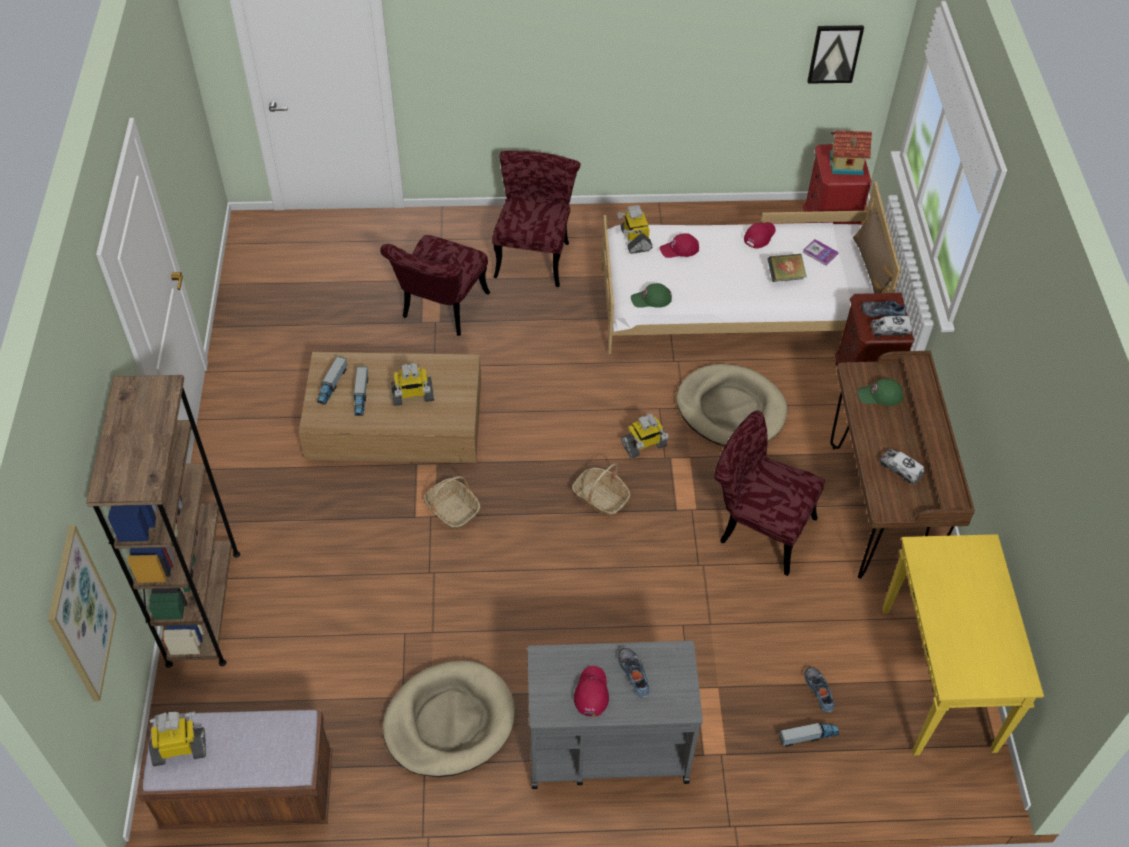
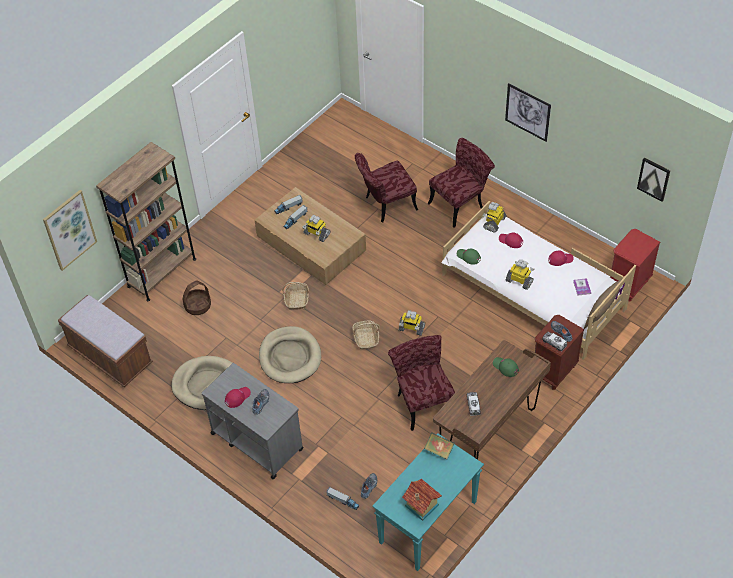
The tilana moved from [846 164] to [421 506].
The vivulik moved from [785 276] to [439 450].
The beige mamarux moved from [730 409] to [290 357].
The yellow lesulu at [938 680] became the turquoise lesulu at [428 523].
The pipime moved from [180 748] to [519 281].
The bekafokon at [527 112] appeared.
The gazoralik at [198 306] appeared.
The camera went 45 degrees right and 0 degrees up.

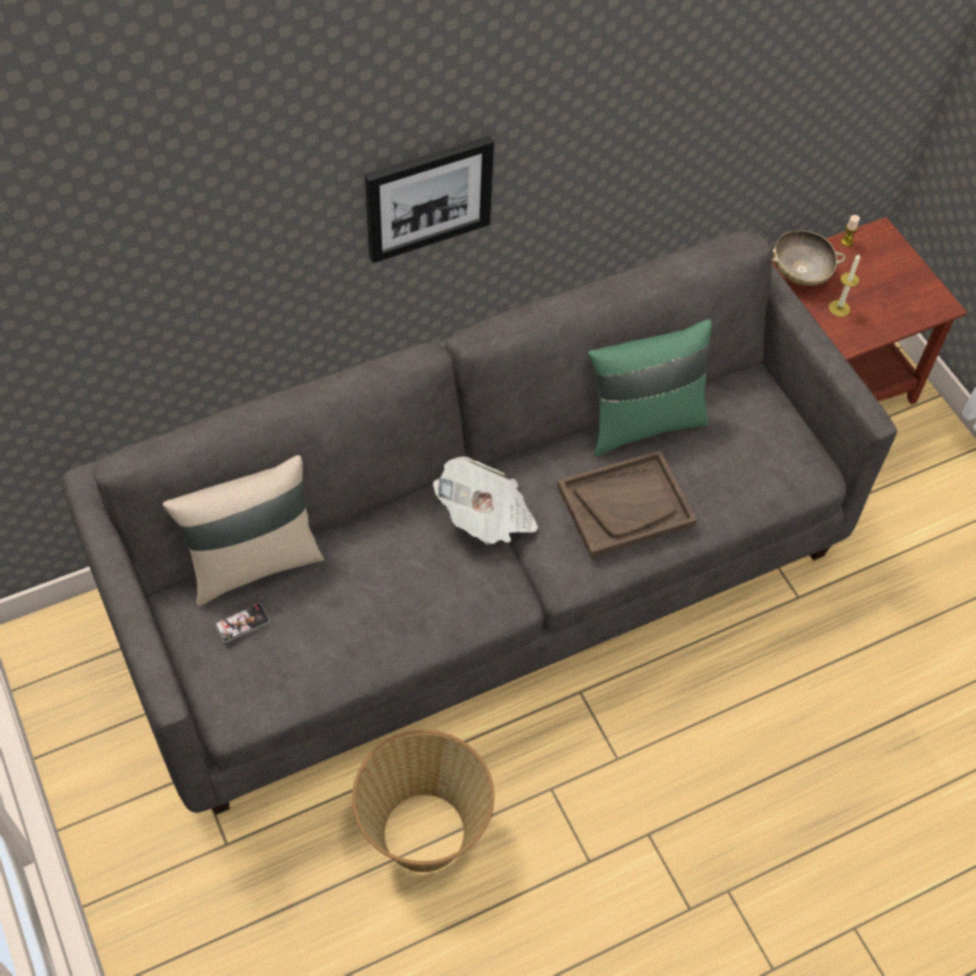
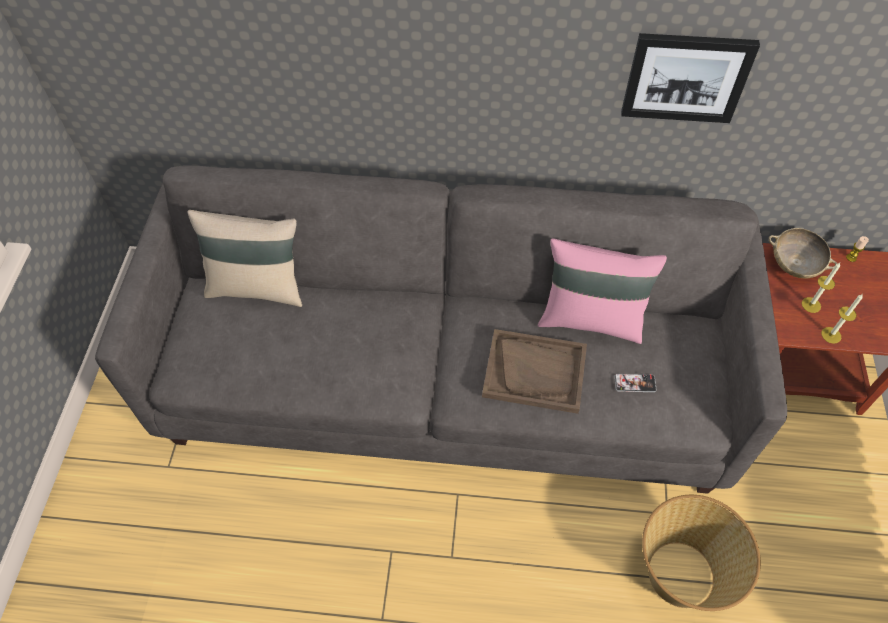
The bekafokon moved from [428 197] to [686 77].
The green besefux at [643 423] became the pink besefux at [591 319].
The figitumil at [486 517] disappeared.
The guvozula moved from [242 623] to [635 383].
The gazoralik moved from [423 830] to [681 573].
The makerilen at [831 335] appeared.
The camera went 35 degrees right and 0 degrees up.

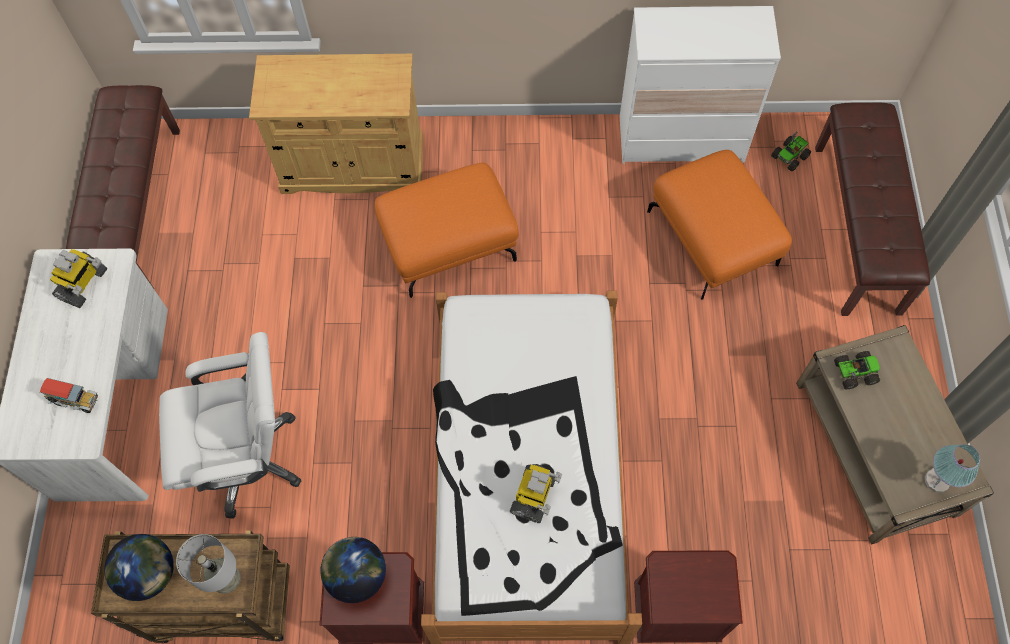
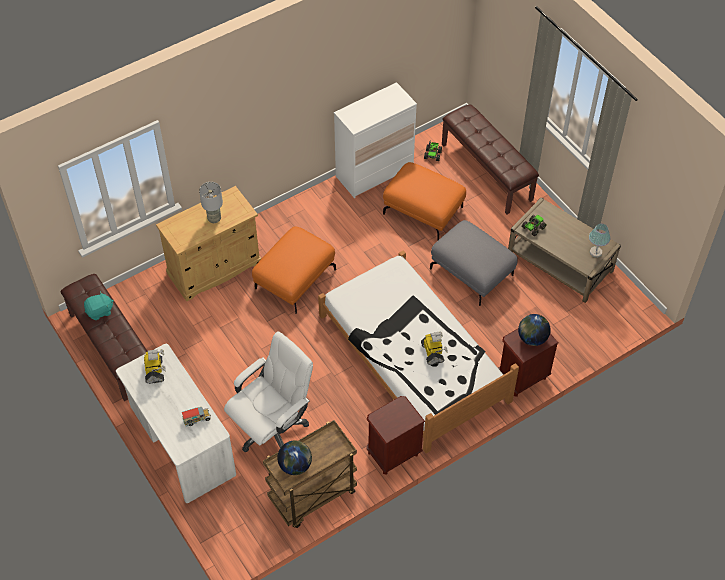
The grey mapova moved from [227 580] to [214 219].
The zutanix moved from [357 576] to [532 338].
The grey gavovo at [472 271] appeared.
The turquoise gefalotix at [100 311] appeared.
The camera went 35 degrees left and 10 degrees down.

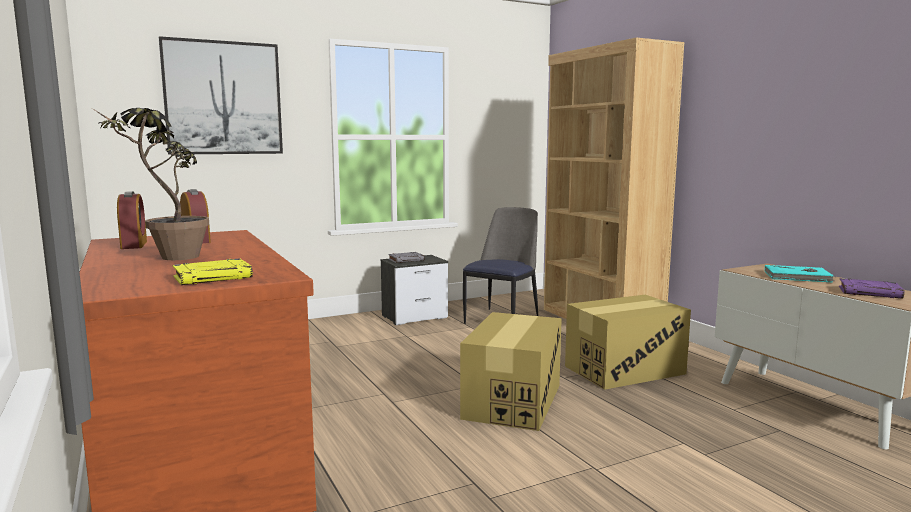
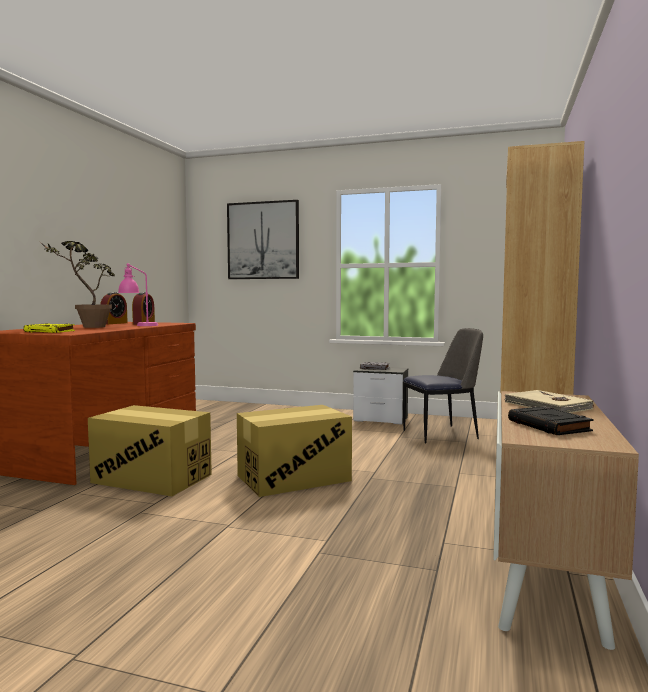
The turquoise vivulik at [798 277] became the beige vivulik at [547 406].
The purple vivulik at [870 292] became the black vivulik at [550 426].
The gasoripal moved from [624 370] to [151 478].
The pink mapova at [138 326] appeared.
The camera went 45 degrees right and 5 degrees down.

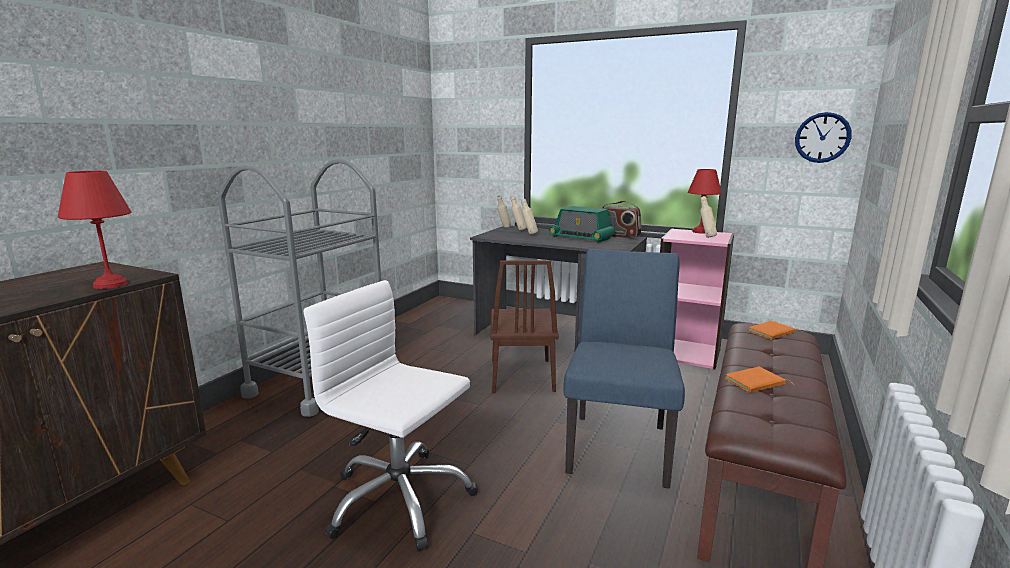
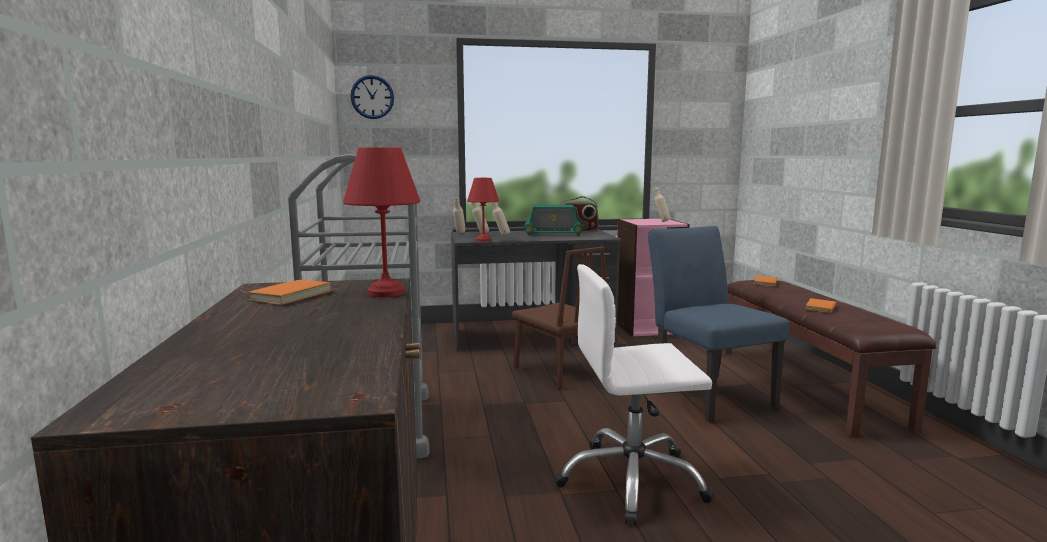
The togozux moved from [822 137] to [372 97].
The red mapova moved from [700 231] to [483 240].
The orange vivulik at [289 296] appeared.
The camera went 35 degrees left and 5 degrees down.

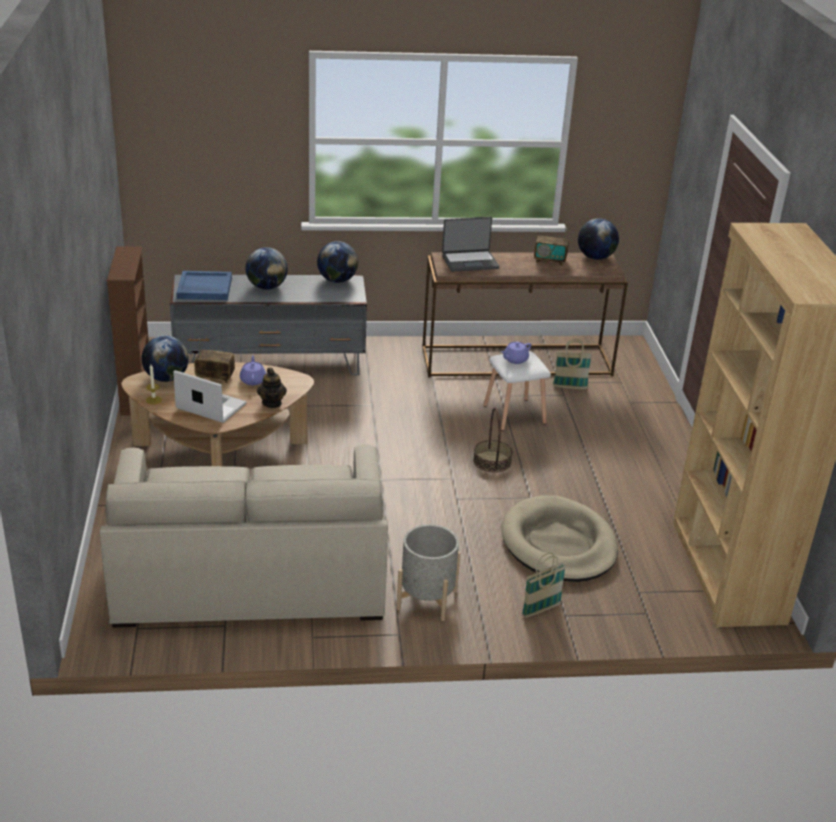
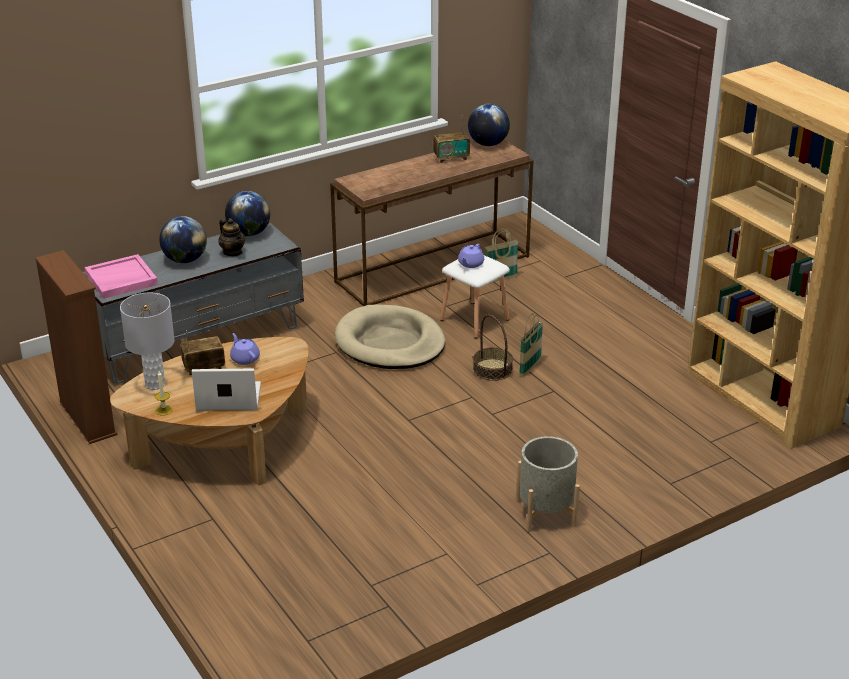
The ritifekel at [470 261] disappeared.
The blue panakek at [204 288] became the pink panakek at [121 279].
The zutanix at [166 378] was replaced by the grey mapova at [154 384].
The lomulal moved from [272 403] to [233 252].
The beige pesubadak at [249 572] disappeared.
The beige mamarux moved from [558 544] to [390 343].
The gazoralik moved from [541 610] to [530 367].
The camera went 25 degrees left and 0 degrees up.

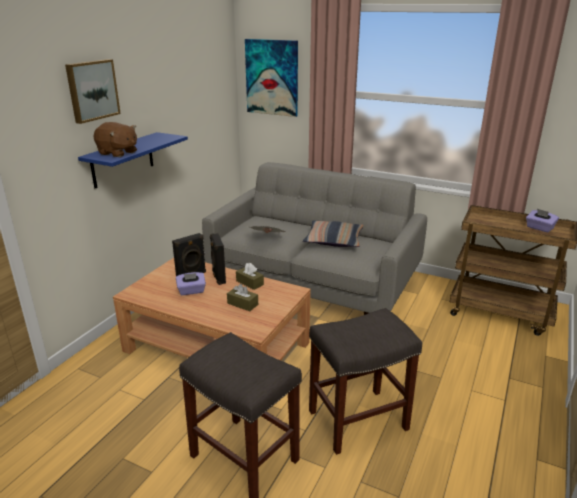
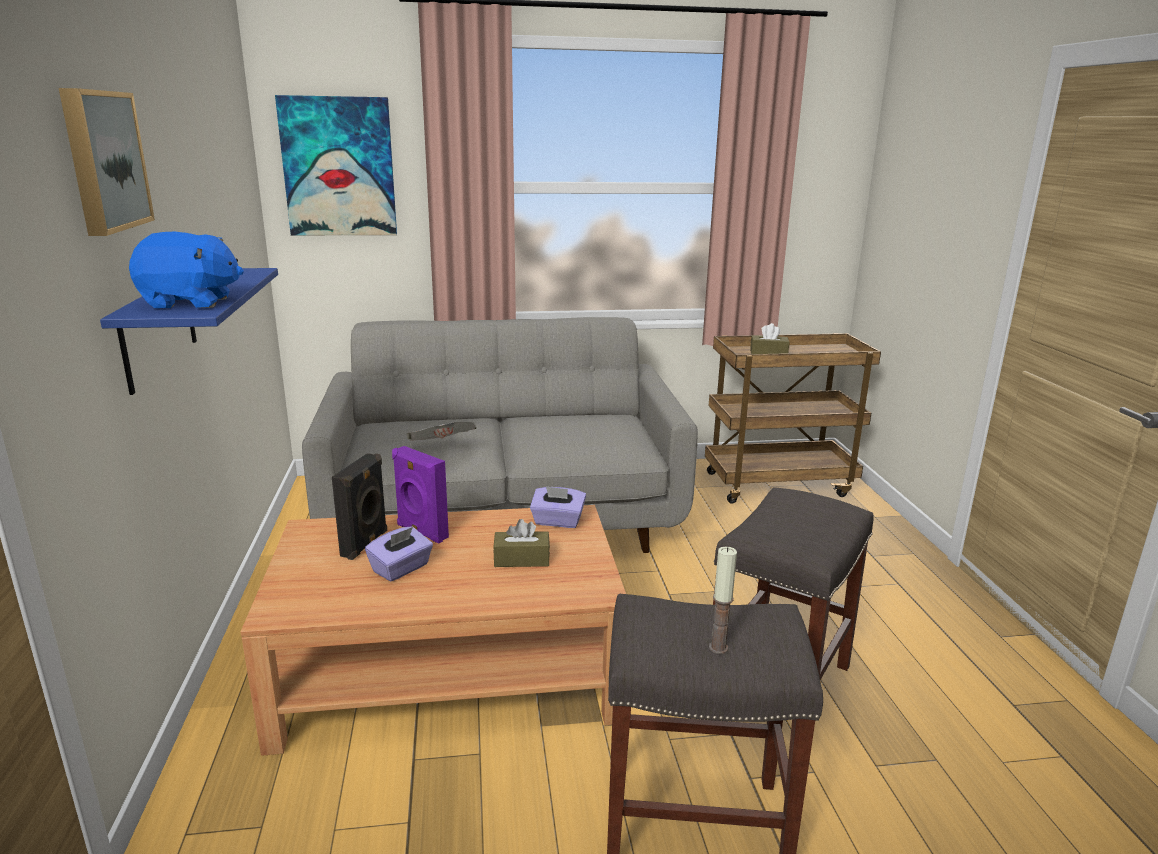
The brown gefalotix at [118 153] became the blue gefalotix at [190 303].
The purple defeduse moved from [539 228] to [557 521].
The besefux at [334 240] disappeared.
The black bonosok at [218 277] became the purple bonosok at [421 532].
The brown defeduse moved from [249 283] to [768 353].
The makerilen at [718 648] appeared.
The camera went 35 degrees left and 5 degrees down.

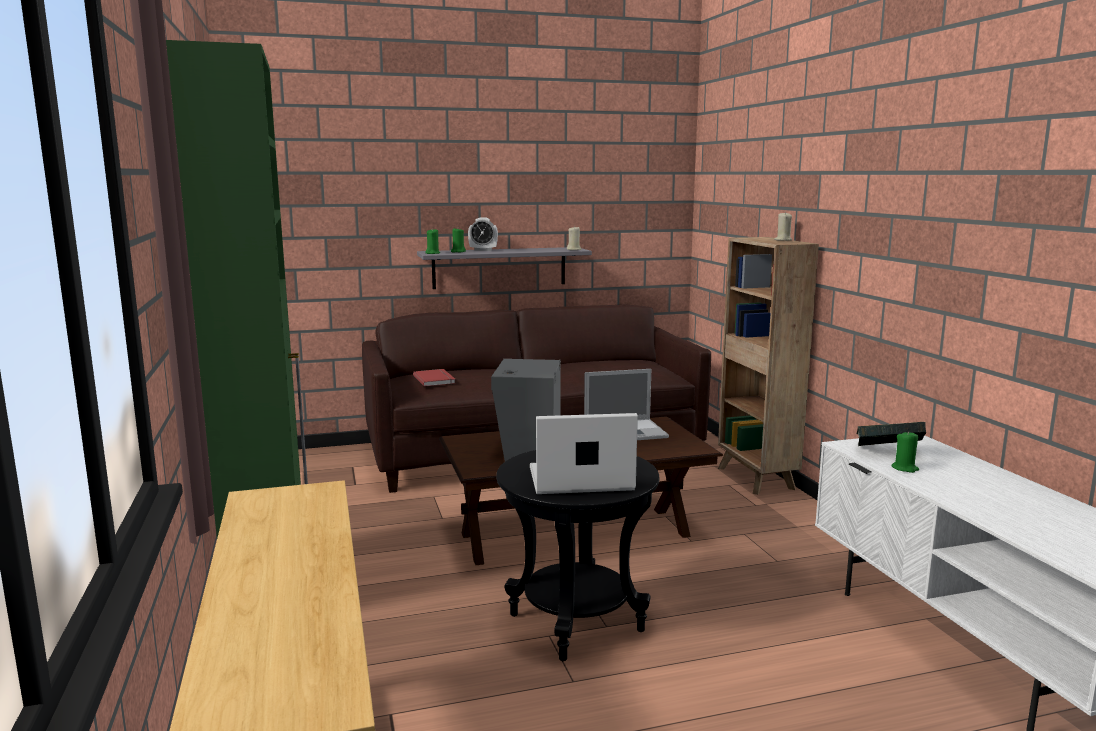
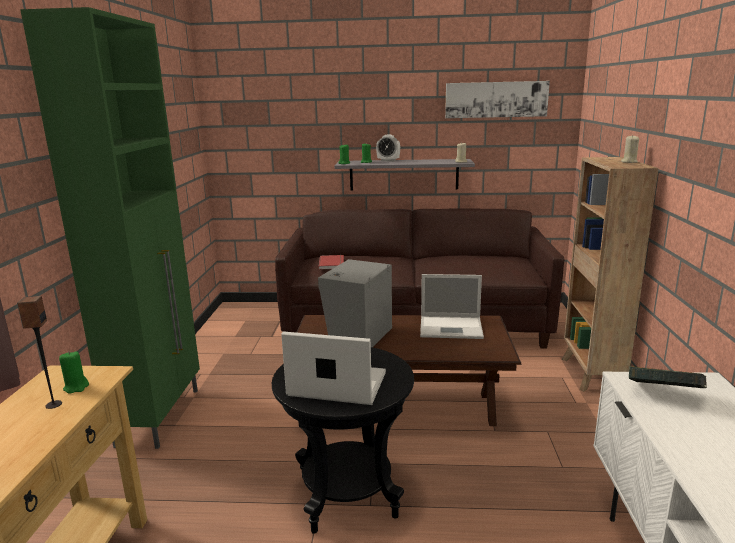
The green makerilen moved from [905 468] to [76 387].
The bekafokon at [496 99] appeared.
The bonosok at [53 404] appeared.
The camera went 20 degrees right and 5 degrees up.

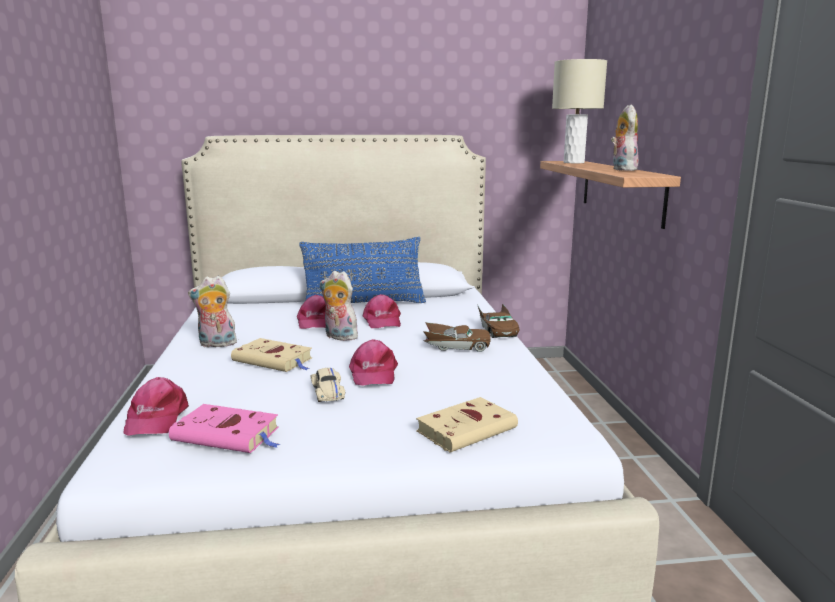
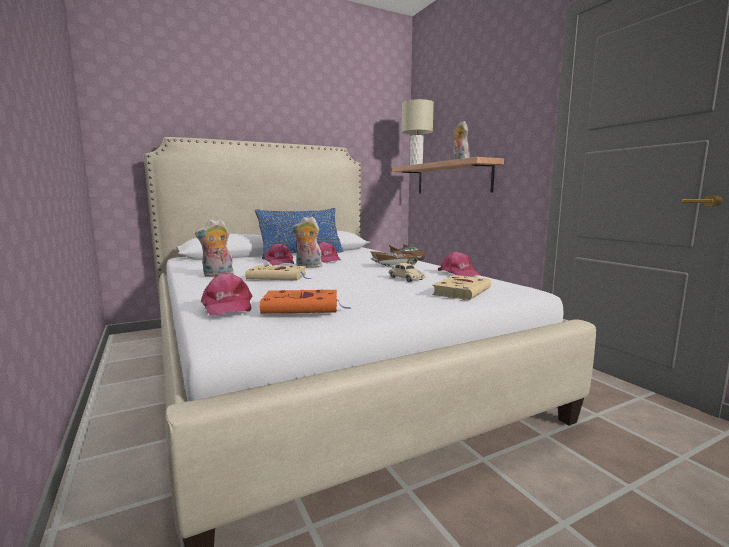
The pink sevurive moved from [373 373] to [459 274].
The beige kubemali moved from [328 392] to [406 278].
The pink vivulik at [228 435] became the orange vivulik at [303 307].
The camera went 20 degrees left and 5 degrees down.

